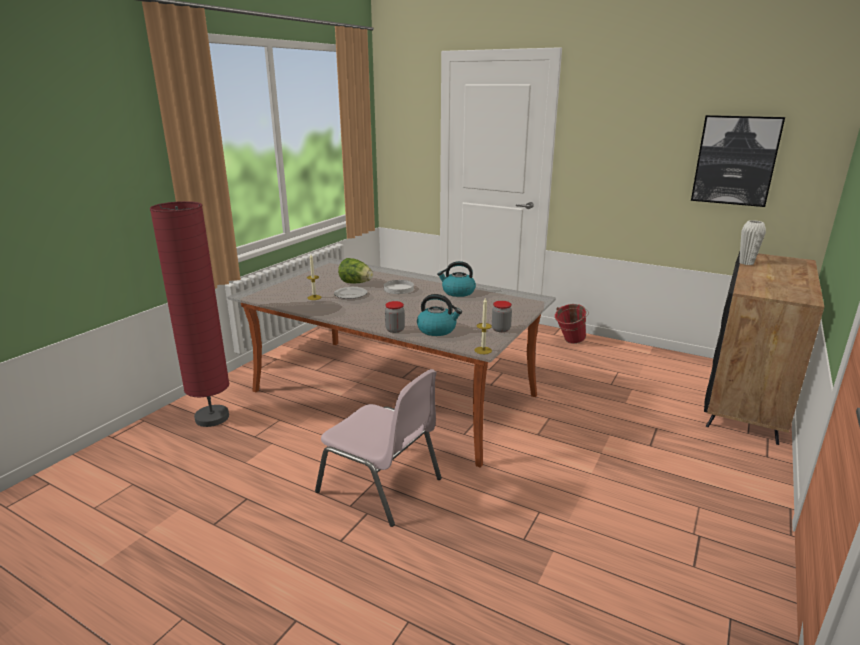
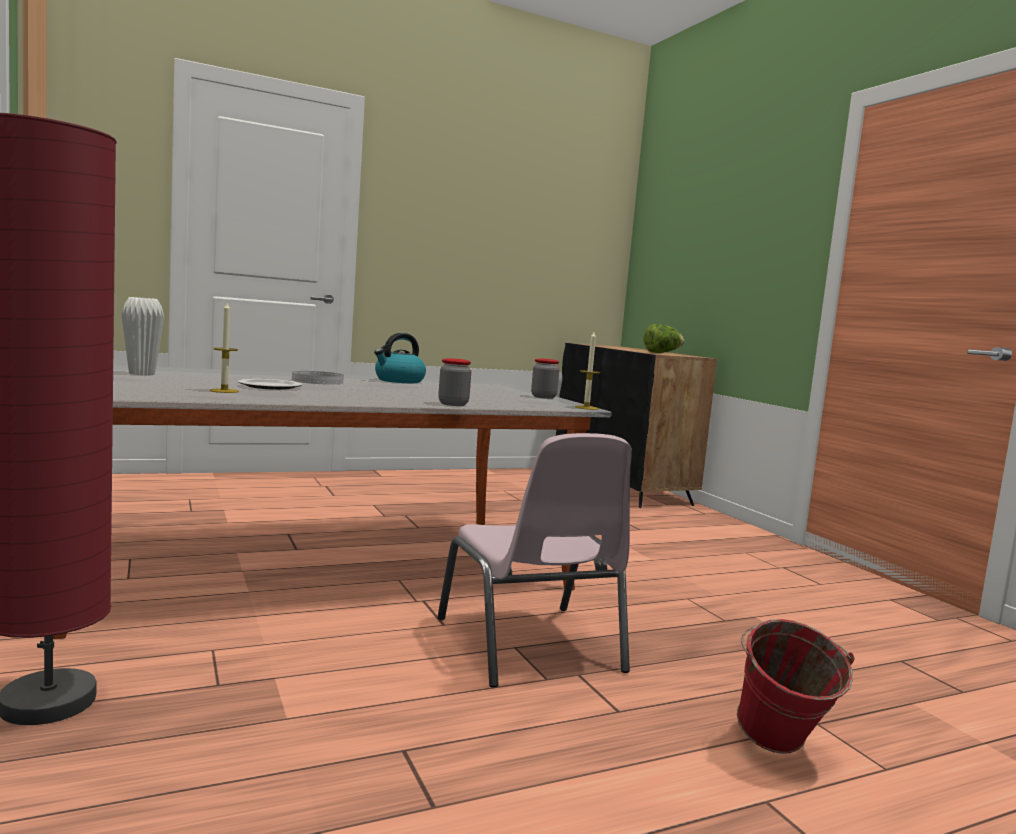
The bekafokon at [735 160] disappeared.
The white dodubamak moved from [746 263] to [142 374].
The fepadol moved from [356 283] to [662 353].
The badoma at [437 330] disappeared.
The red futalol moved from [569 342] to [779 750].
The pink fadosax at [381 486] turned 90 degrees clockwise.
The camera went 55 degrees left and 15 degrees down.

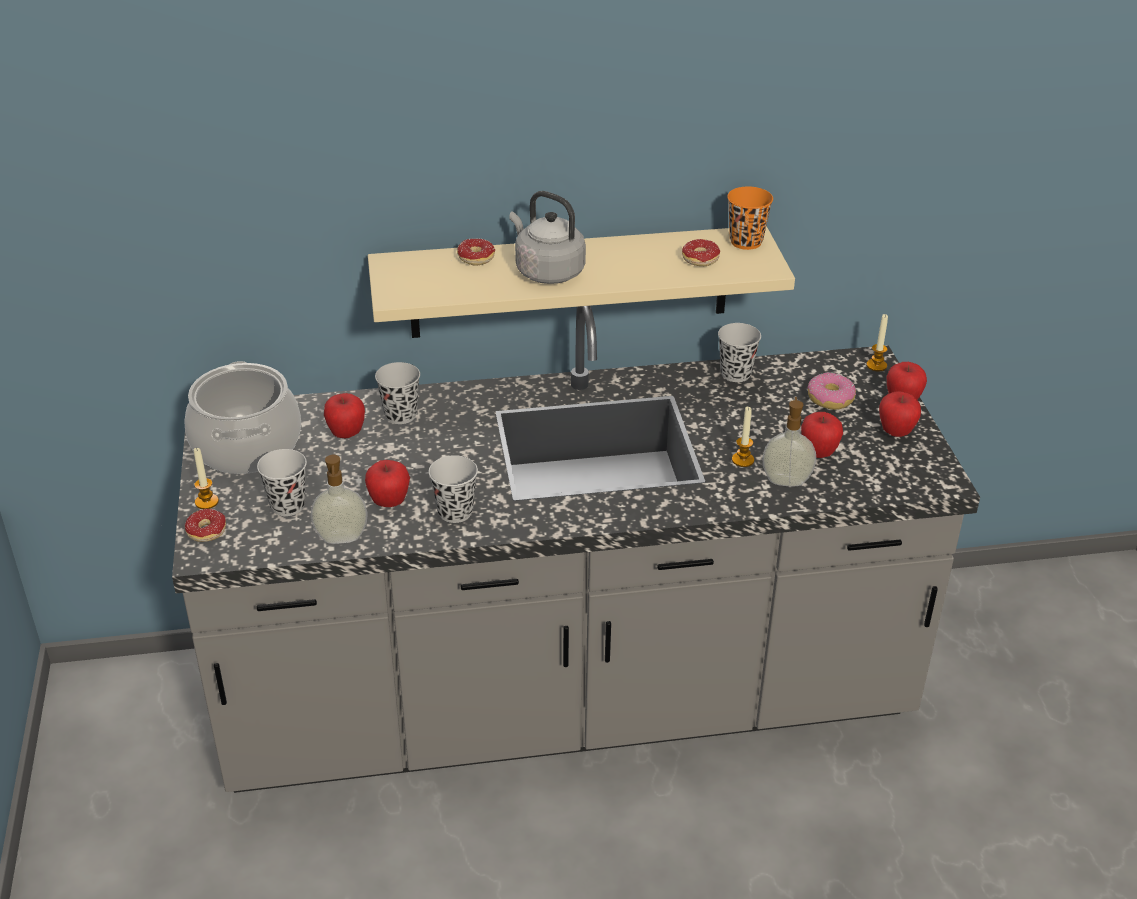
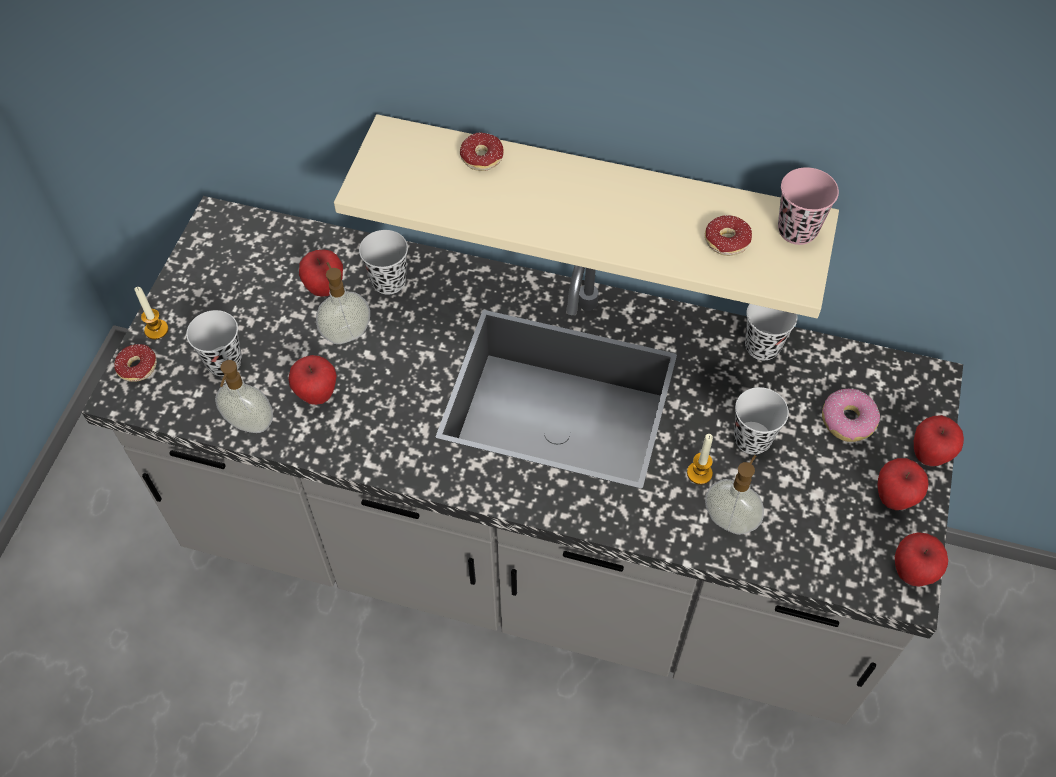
The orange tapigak at [746 242] became the pink tapigak at [797 230].
The grey badoma at [546 271] disappeared.
The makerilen at [876 365] disappeared.
The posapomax at [246 446] disappeared.
The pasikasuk moved from [818 453] to [912 572].
The black tapigak moved from [455 512] to [752 439].
The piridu at [346 333] appeared.
The camera went 25 degrees right and 20 degrees up.

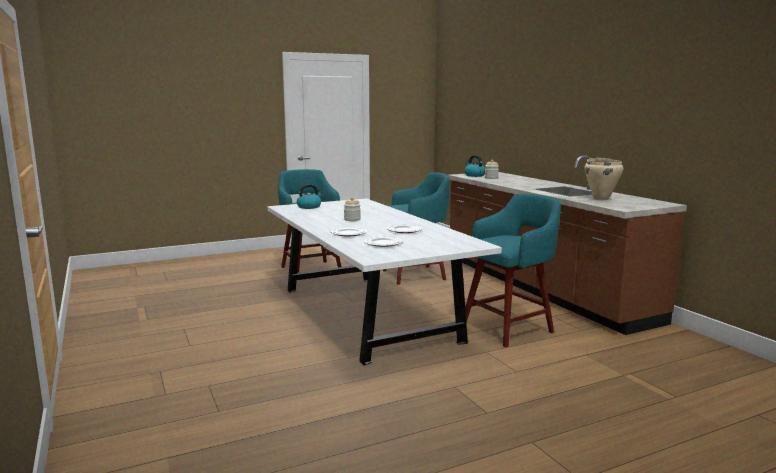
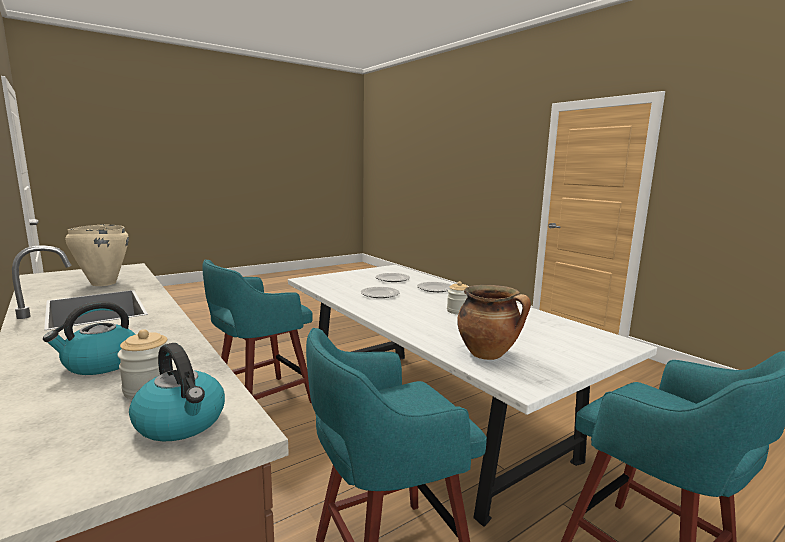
The badoma moved from [309 207] to [100 364].
The posapomax at [489 354] appeared.
The camera went 170 degrees right and 0 degrees up.

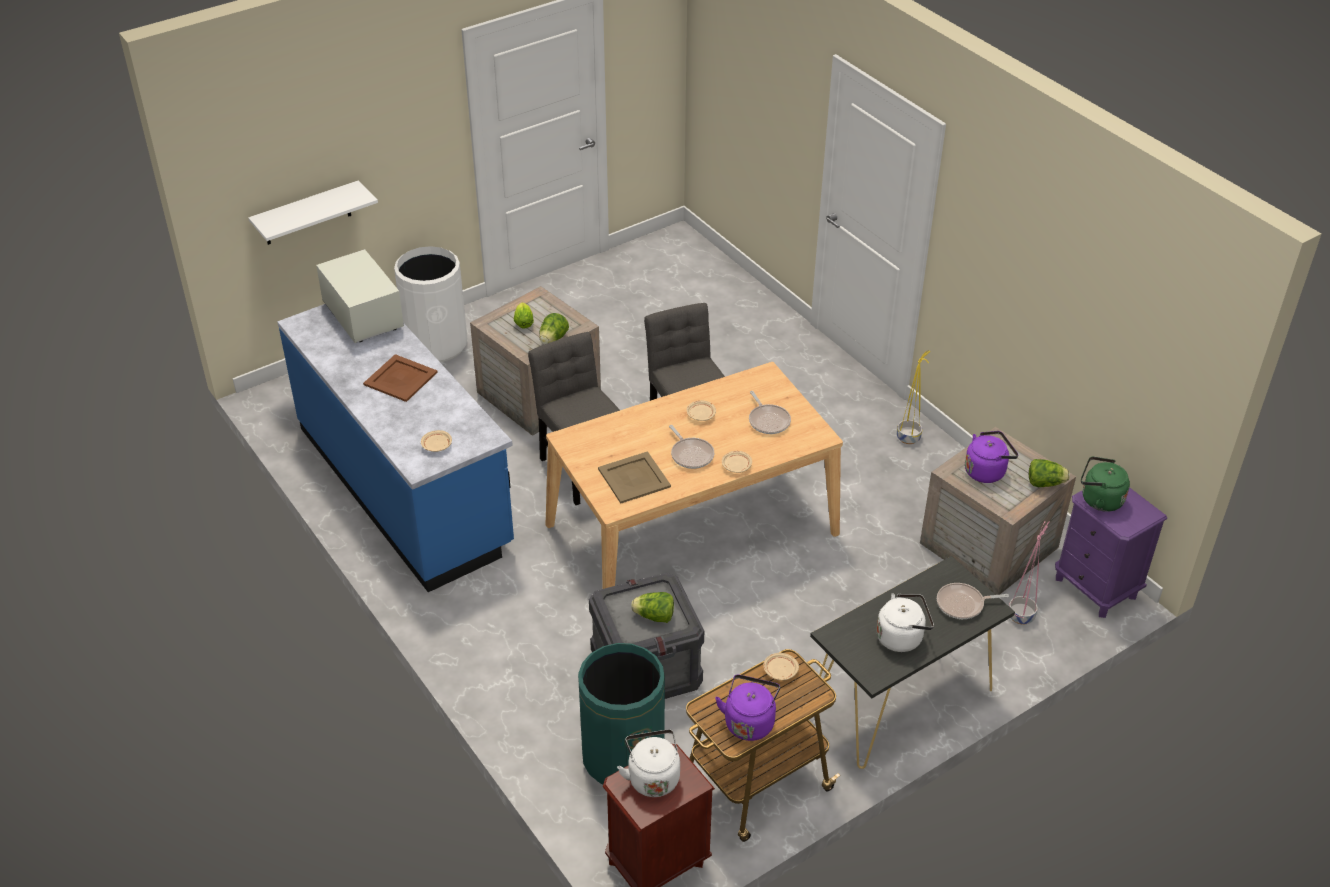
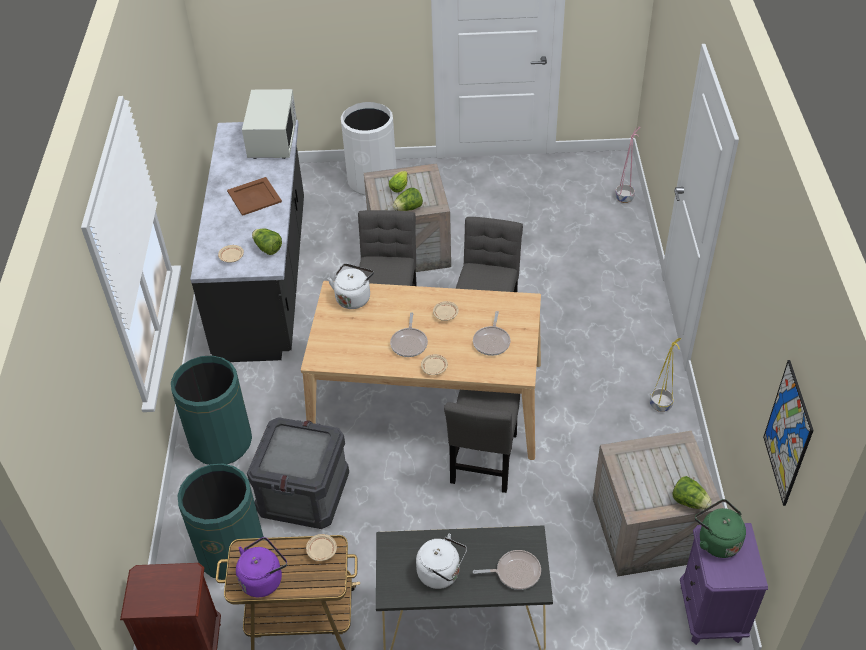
The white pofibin at [306 214] disappeared.
The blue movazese at [405 486] became the black movazese at [264 278].
The purple badoma at [987 471] disappeared.
The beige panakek at [633 477] disappeared.
The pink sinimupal moved from [1021 615] to [624 197].
The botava at [963 604] turned 150 degrees clockwise.
The fepadol moved from [654 616] to [267 248].
The white badoma moved from [652 777] to [353 297].
The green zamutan at [221 442] appeared.
The bekafokon at [787 433] appeared.
The grey fadosax at [484 462] appeared.
The camera went 35 degrees right and 5 degrees up.

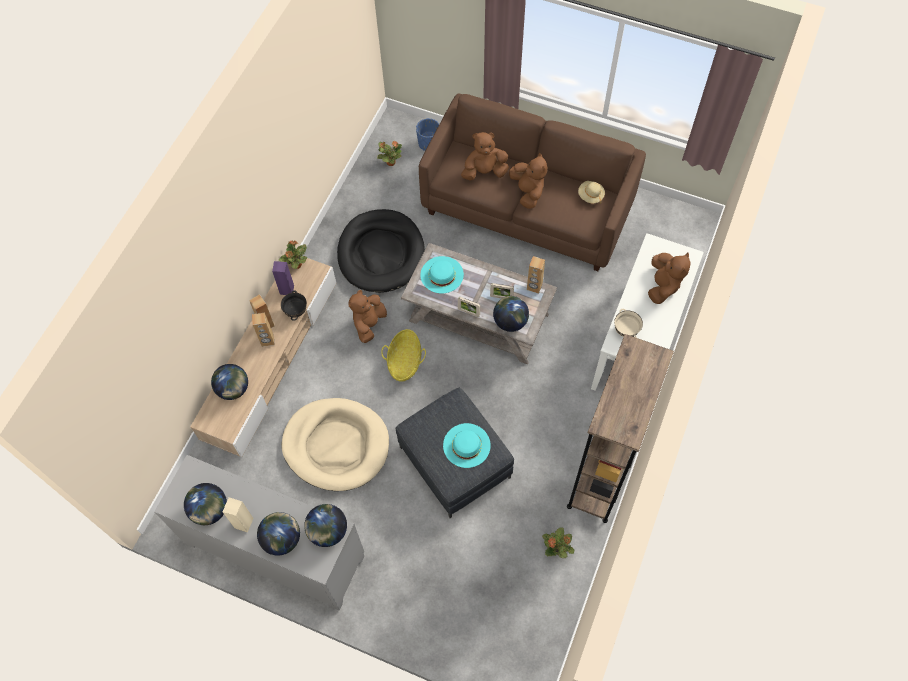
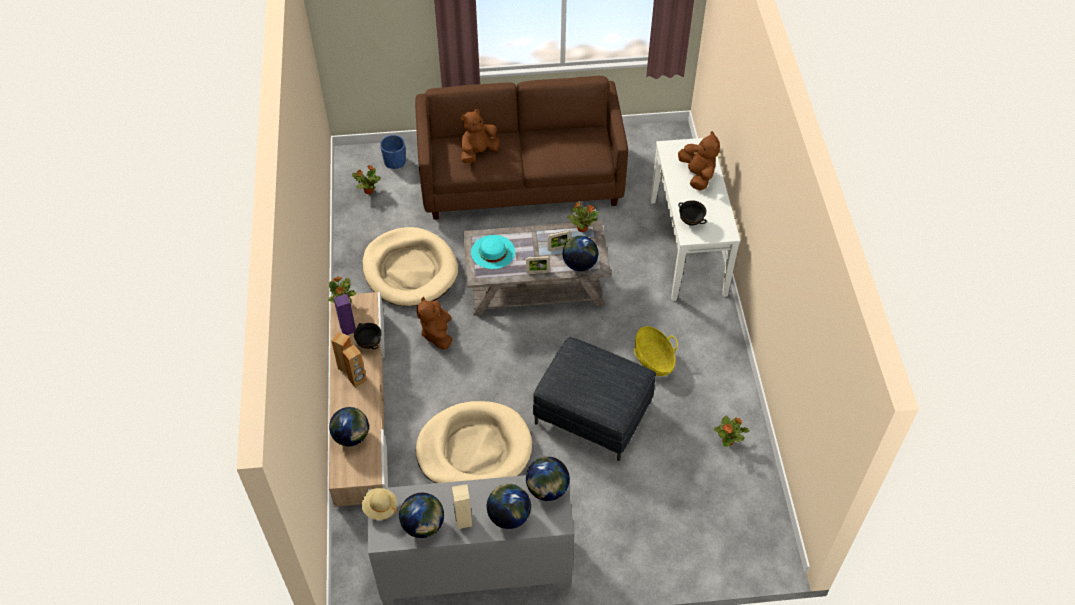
The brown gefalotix at [528 192] disappeared.
The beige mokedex moved from [590 195] to [380 508].
The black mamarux at [381 253] became the beige mamarux at [410 270].
The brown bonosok at [534 287] was replaced by the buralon at [582 228].
The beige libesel at [625 331] became the black libesel at [690 221].
The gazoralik moved from [404 361] to [653 359].
The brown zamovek at [601 473] disappeared.
The turquoise mokedex at [466 445] disappeared.
The camera went 30 degrees left and 10 degrees down.

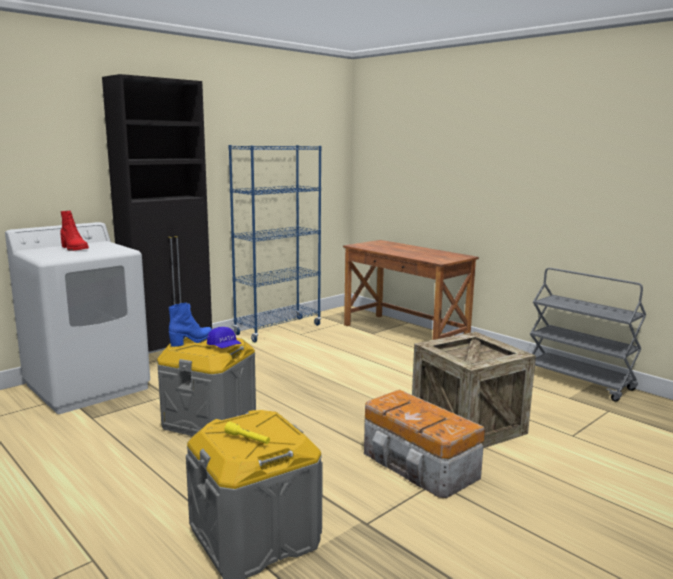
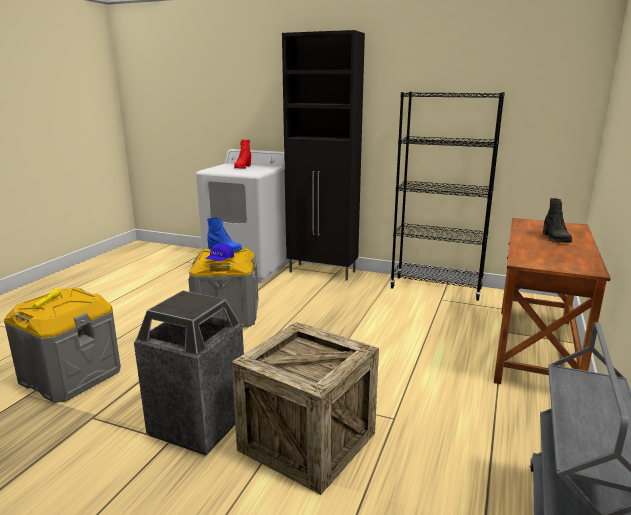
The blue zamovek at [278 330] became the black zamovek at [436 288].
The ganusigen at [419 465] was replaced by the zamutan at [198 425].
The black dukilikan at [555 239] appeared.
The camera went 65 degrees right and 5 degrees up.

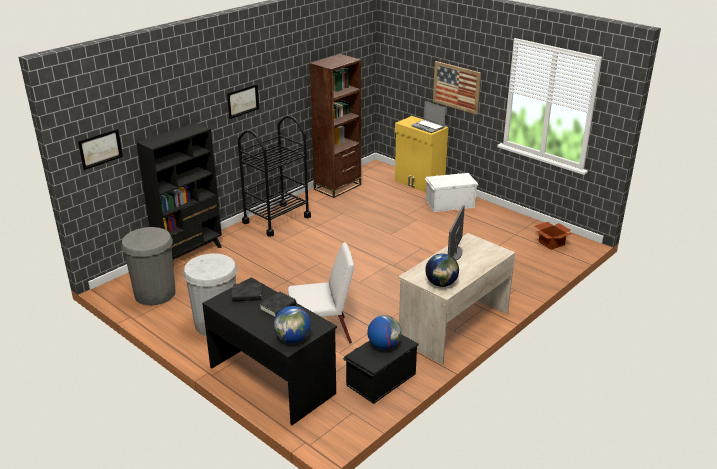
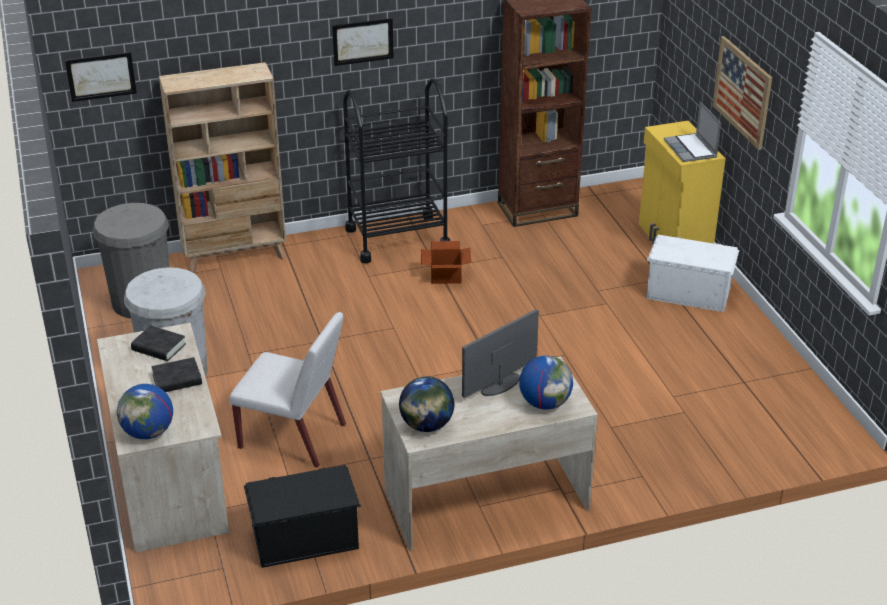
The black zamovek at [190 254] became the beige zamovek at [235 256].
The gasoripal moved from [551 243] to [446 274].
The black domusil at [272 379] became the beige domusil at [170 480].
The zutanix moved from [384 345] to [545 403].
The camera went 30 degrees right and 5 degrees up.

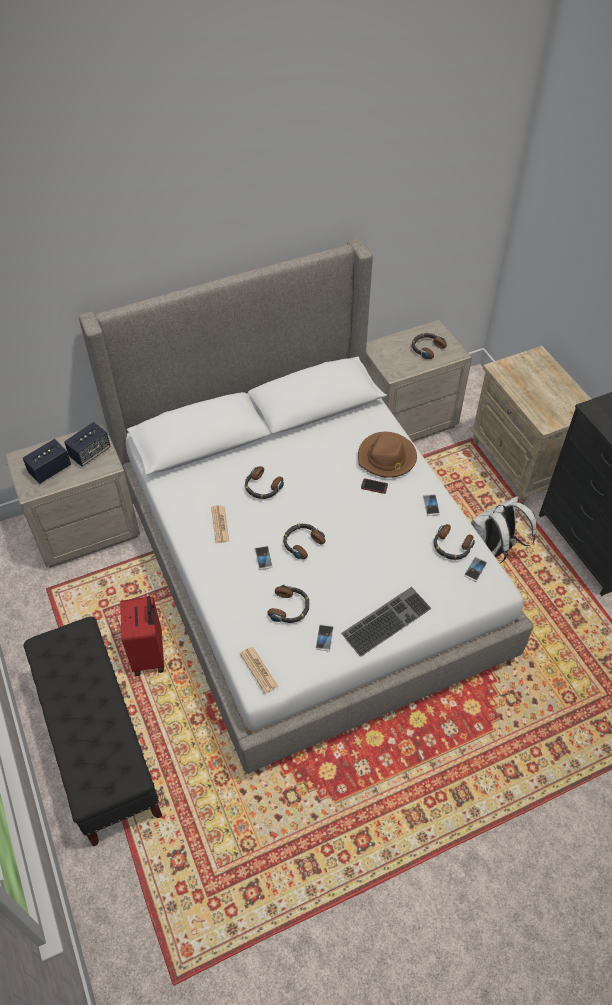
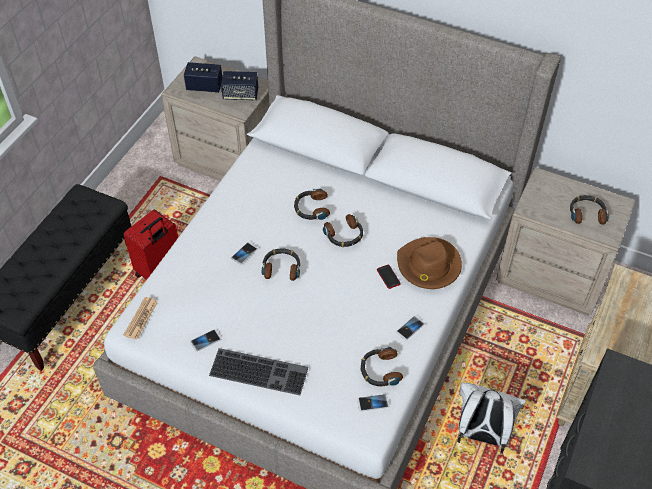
The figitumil at [220 524] disappeared.
The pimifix moved from [290 608] to [344 235].
The camera went 50 degrees right and 0 degrees up.

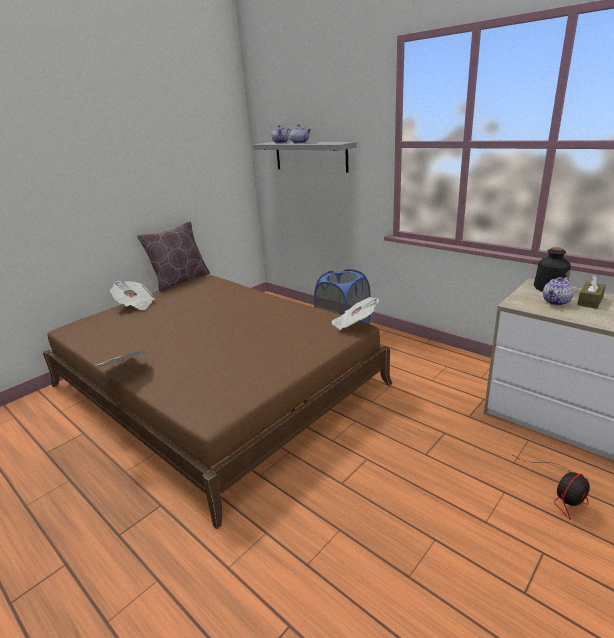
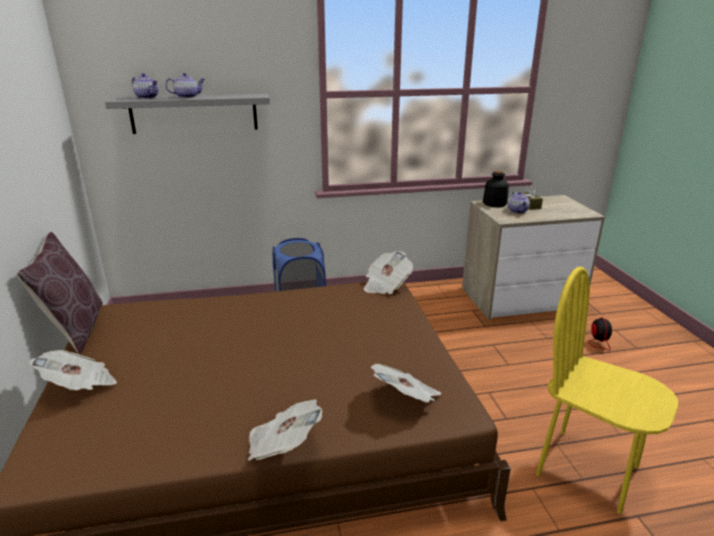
The yellow fadosax at [587 469] appeared.
The figitumil at [406 398] appeared.
The camera went 55 degrees left and 0 degrees up.

